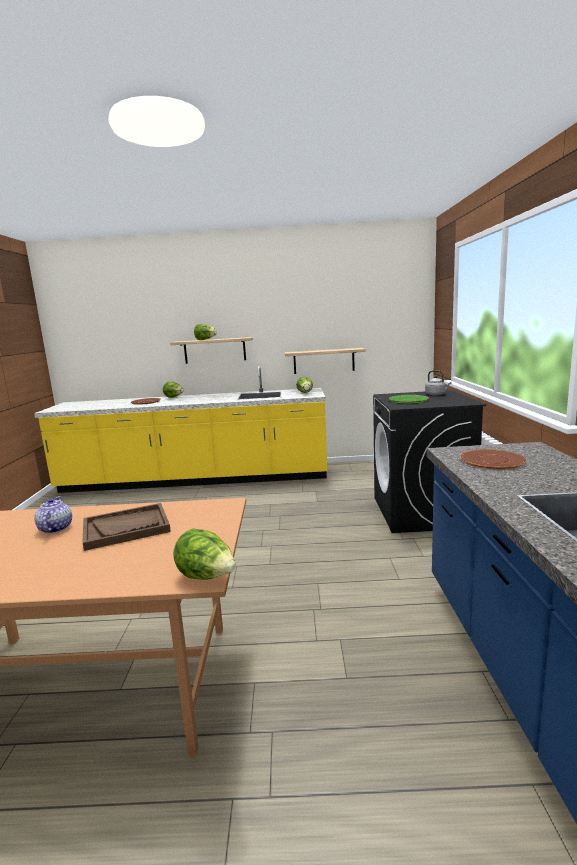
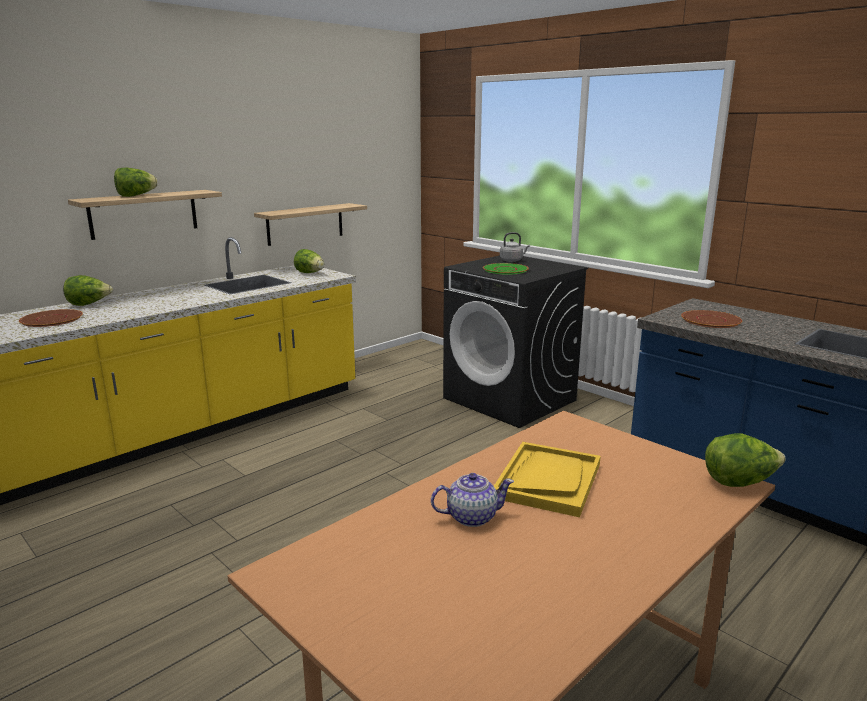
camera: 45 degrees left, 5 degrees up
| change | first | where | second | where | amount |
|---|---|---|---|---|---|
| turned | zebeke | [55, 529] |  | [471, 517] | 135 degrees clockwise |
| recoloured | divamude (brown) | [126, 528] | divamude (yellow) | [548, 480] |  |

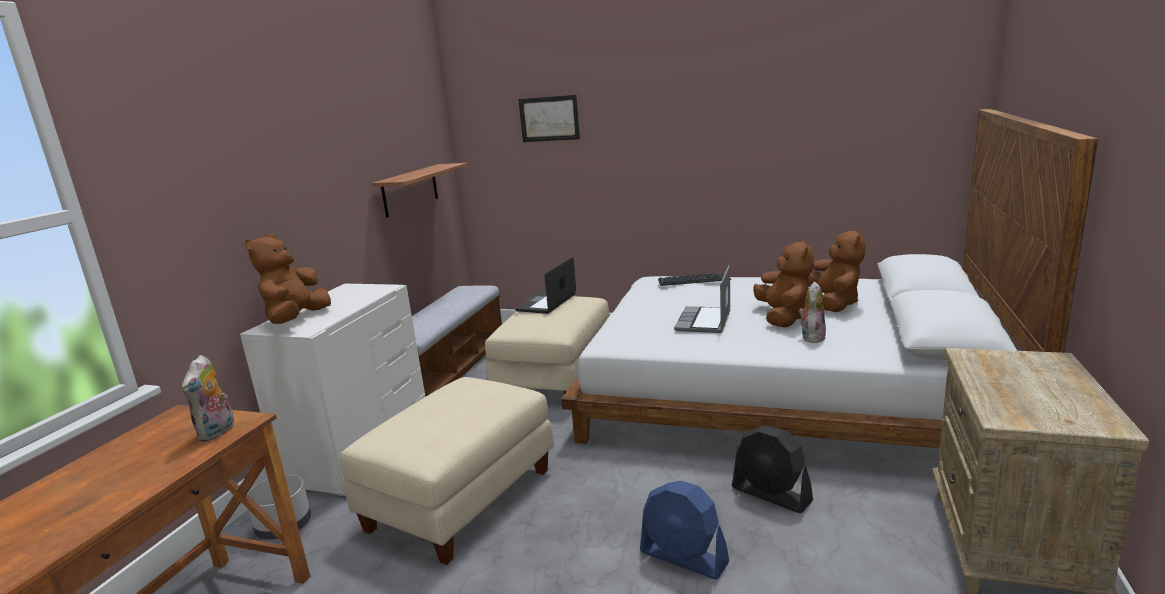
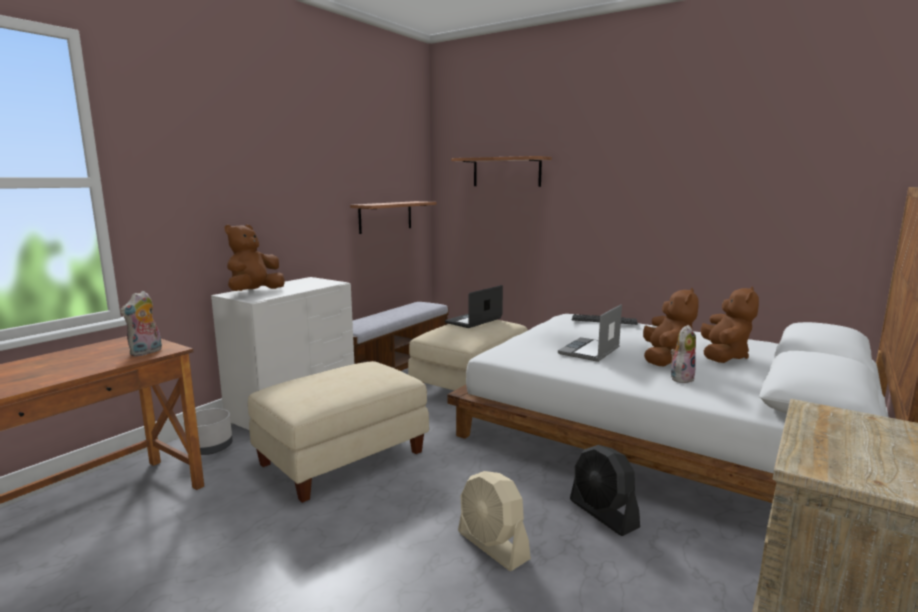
camera: 15 degrees right, 5 degrees down
| change | first | where | second | where | amount |
|---|---|---|---|---|---|
| replaced | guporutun | [549, 118] | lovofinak | [506, 172] |  |
| recoloured | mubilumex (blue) | [684, 557] | mubilumex (beige) | [492, 546] |  |

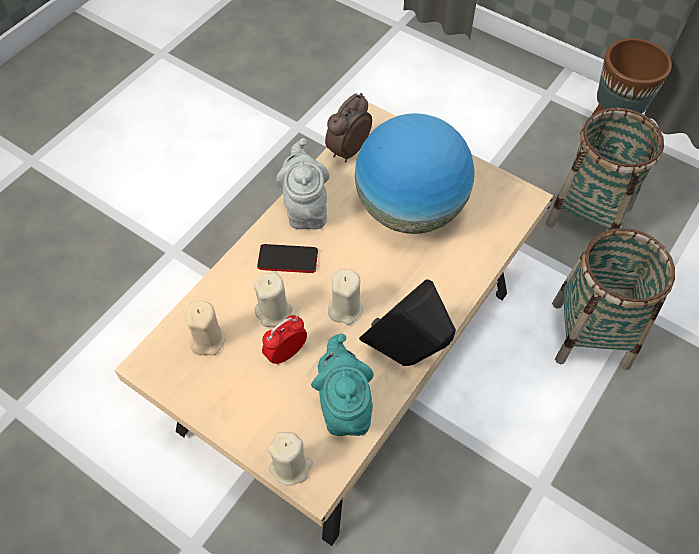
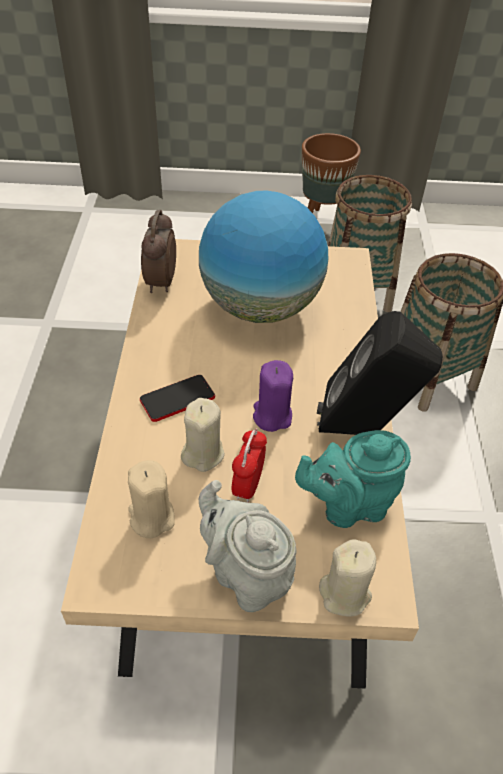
camera: 35 degrees left, 10 degrees down
| change | first | where | second | where | amount |
|---|---|---|---|---|---|
| moved | zebeke (grey) | [306, 209] |  | [246, 574] |  |
| turned | zebeke (turquoise) | [344, 407] |  | [348, 505] | 60 degrees counterclockwise |
| recoloured | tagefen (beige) | [345, 308] | tagefen (purple) | [272, 415] |  |

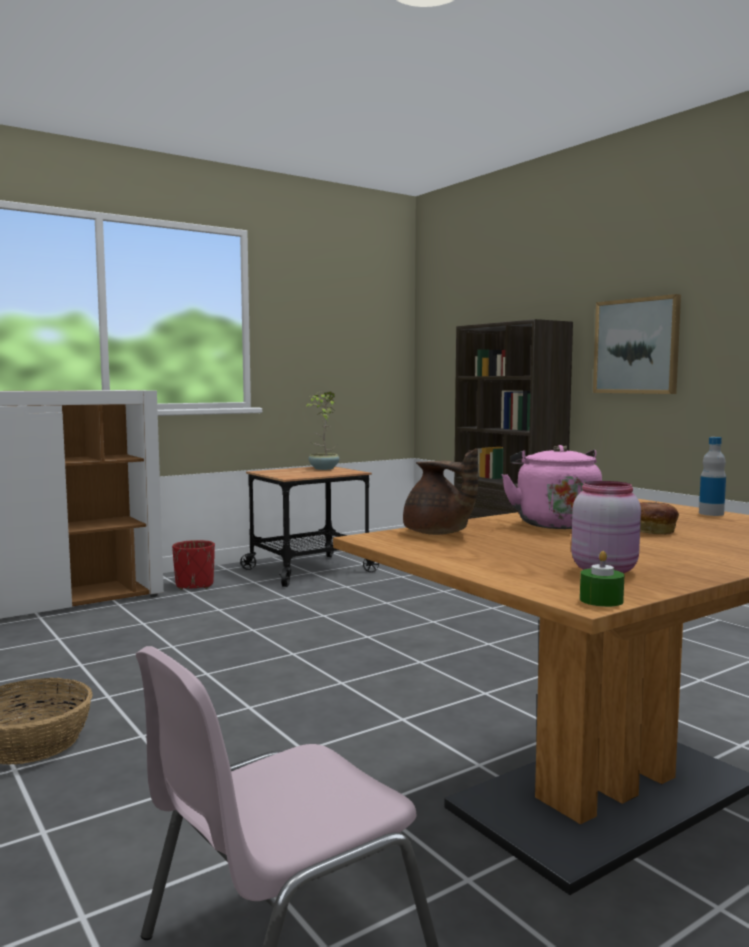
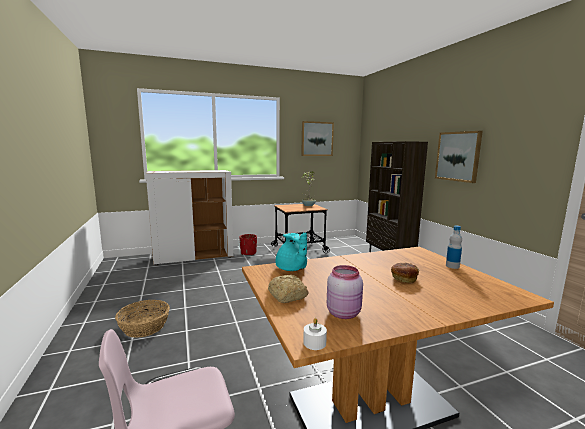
camera: 15 degrees right, 5 degrees up
| change | first | where | second | where | amount |
|---|---|---|---|---|---|
| recoloured | zebeke (brown) | [438, 533] | zebeke (turquoise) | [291, 269] |  |
| removed | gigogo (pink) | [554, 523] |  |  |  |
| recoloured | tagefen (green) | [601, 600] | tagefen (white) | [314, 343] |  |
| added |  |  | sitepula | [287, 296] |  |
| added |  |  | guporutun | [317, 139] |  |

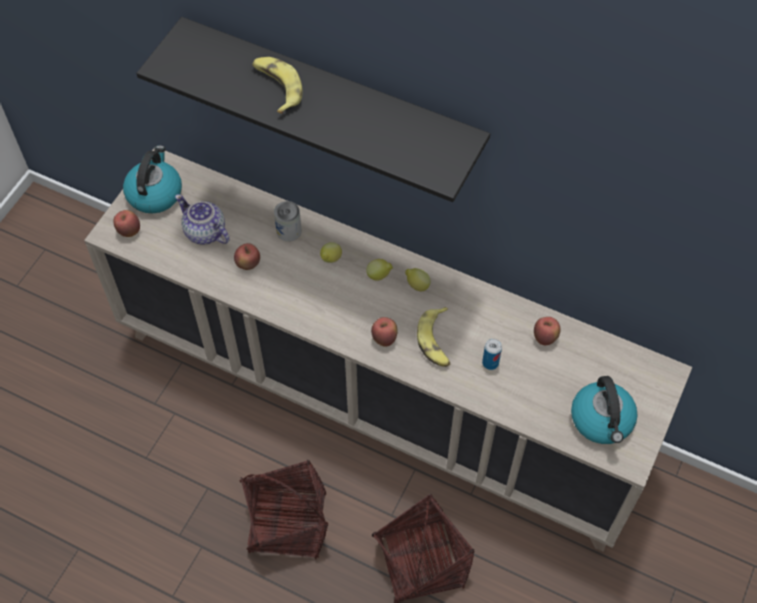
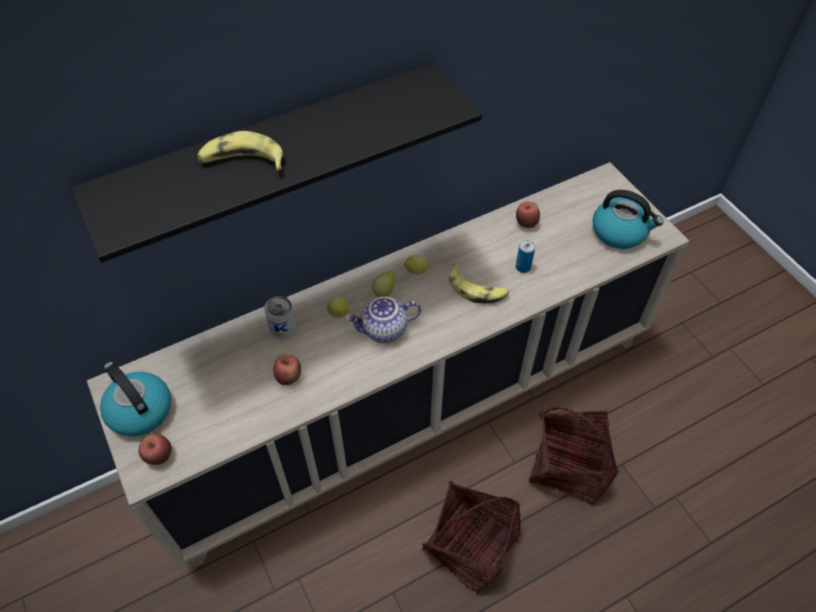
camera: 55 degrees left, 5 degrees down
| change | first | where | second | where | amount |
|---|---|---|---|---|---|
| moved | zebeke | [204, 232] |  | [384, 330] |  |
| removed | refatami | [384, 338] |  |  |  |

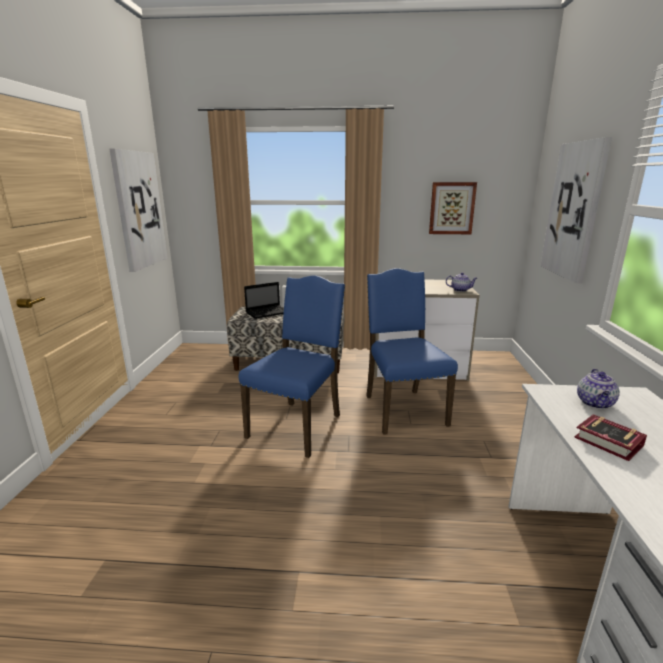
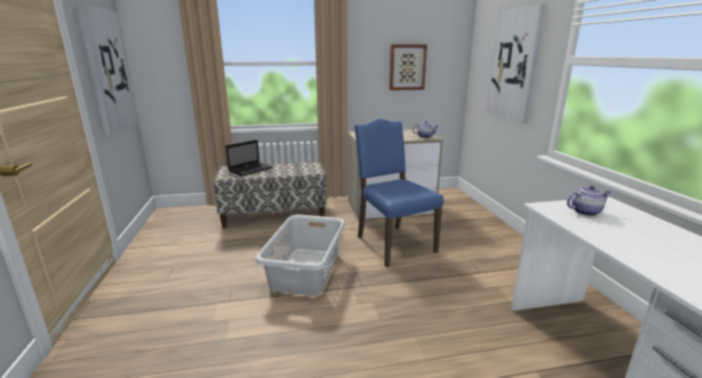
camera: 15 degrees left, 0 degrees up
| change | first | where | second | where | amount |
|---|---|---|---|---|---|
| replaced | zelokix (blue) | [297, 425] | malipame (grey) | [306, 270] |  |
| removed | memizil | [610, 443] |  |  |  |
| turned | zebeke | [595, 403] |  | [585, 212] | 105 degrees counterclockwise |

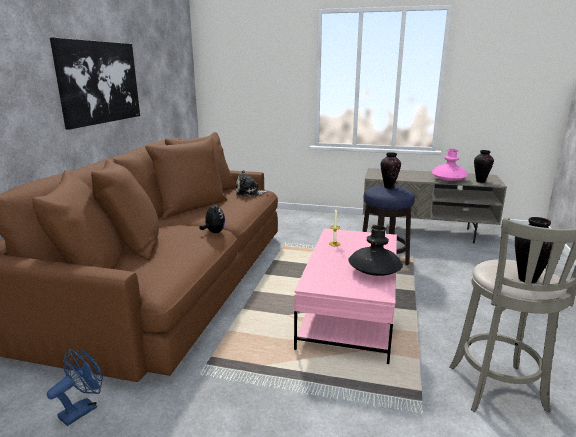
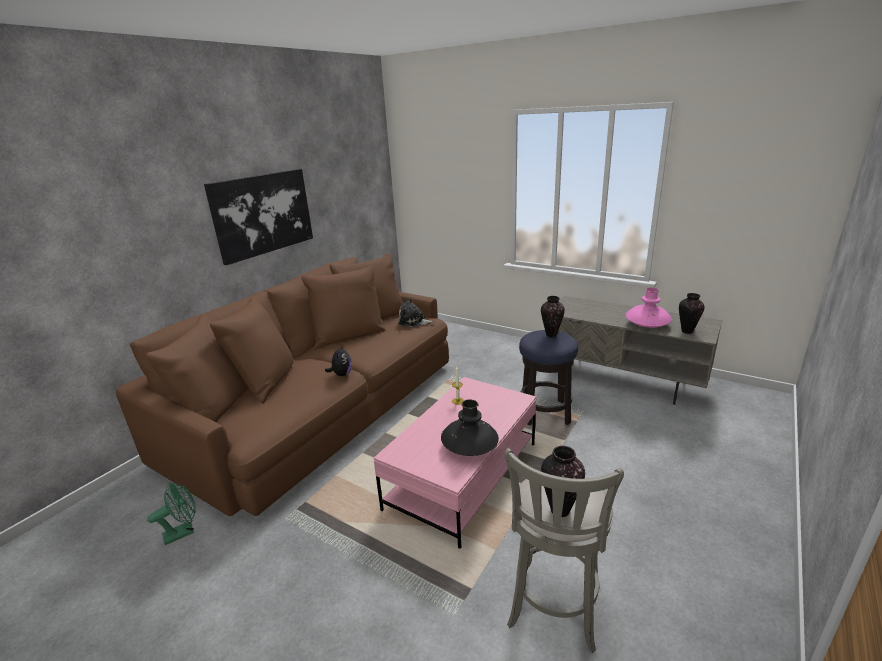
camera: 20 degrees right, 5 degrees up
| change | first | where | second | where | amount |
|---|---|---|---|---|---|
| recoloured | mubilumex (blue) | [83, 409] | mubilumex (green) | [183, 532] |  |

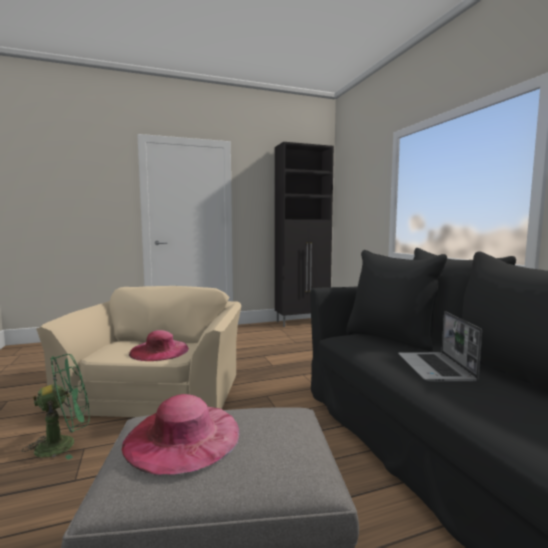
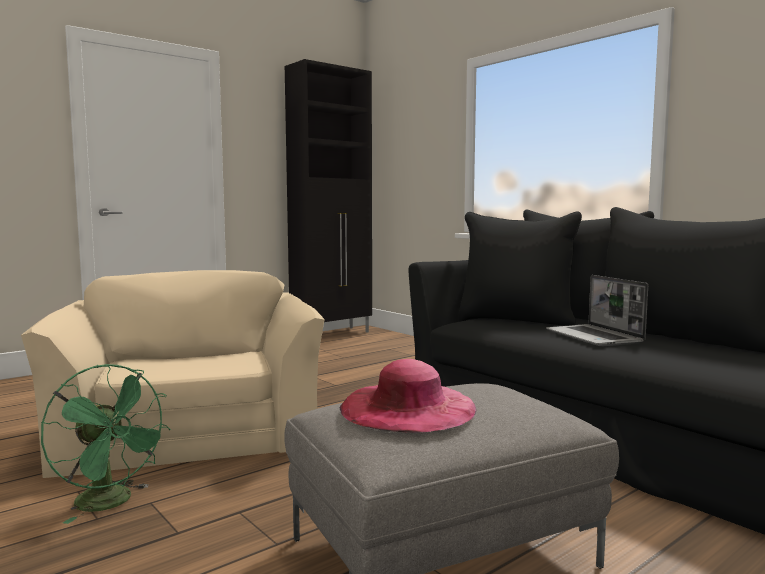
camera: 20 degrees left, 0 degrees up
| change | first | where | second | where | amount |
|---|---|---|---|---|---|
| turned | mubilumex (green) | [64, 444] |  | [112, 503] | 90 degrees clockwise |
| removed | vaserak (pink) | [159, 350] |  |  |  |

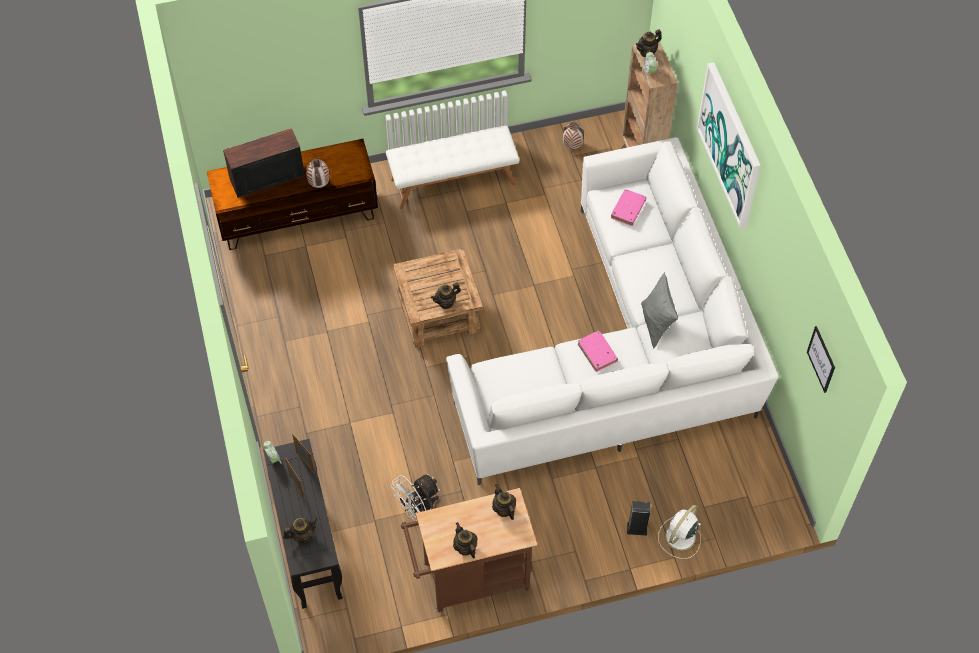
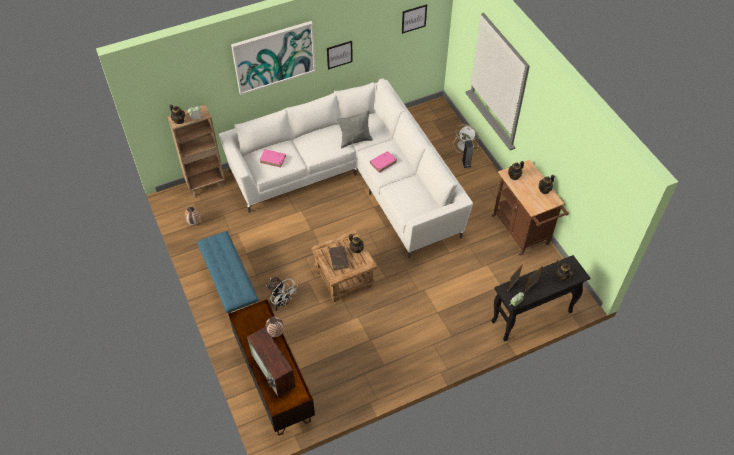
camera: 100 degrees left, 5 degrees down
| change | first | where | second | where | amount |
|---|---|---|---|---|---|
| recoloured | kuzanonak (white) | [453, 181] | kuzanonak (blue) | [230, 286] |  |
| moved | mubilumex (white) | [418, 510] |  | [282, 303] |  |
| added |  |  | guporutun | [339, 54] |  |
| added |  |  | memizil (brown) | [338, 259] |  |

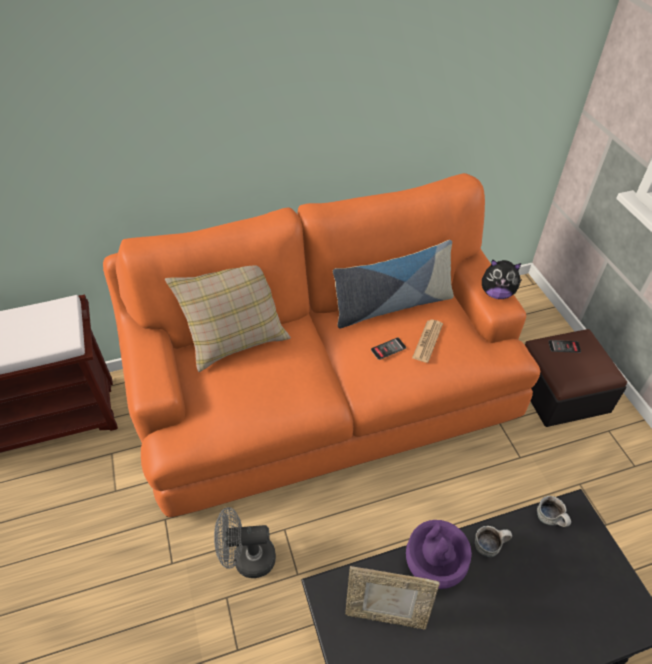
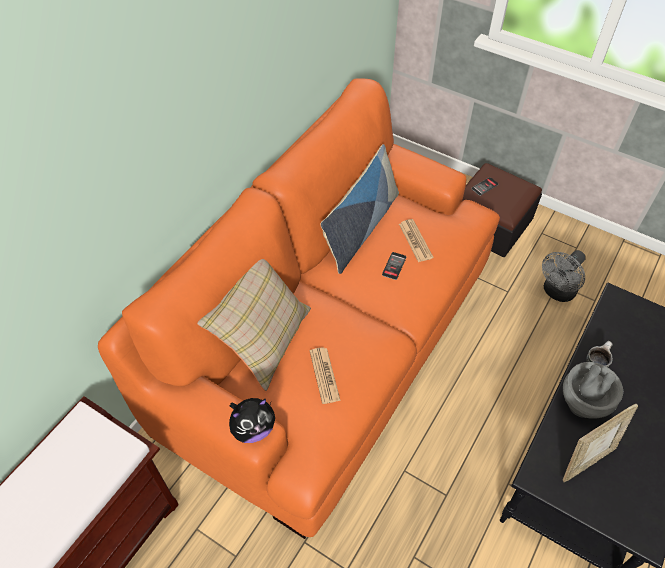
camera: 40 degrees left, 5 degrees up
| change | first | where | second | where | amount |
|---|---|---|---|---|---|
| moved | mubilumex (grey) | [247, 559] |  | [556, 292] |  |
| recoloured | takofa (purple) | [432, 568] | takofa (grey) | [580, 405] |  |
| moved | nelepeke | [496, 293] |  | [253, 428] |  |
| removed | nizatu | [551, 519] |  |  |  |
| added |  |  | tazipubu | [324, 375] |  |

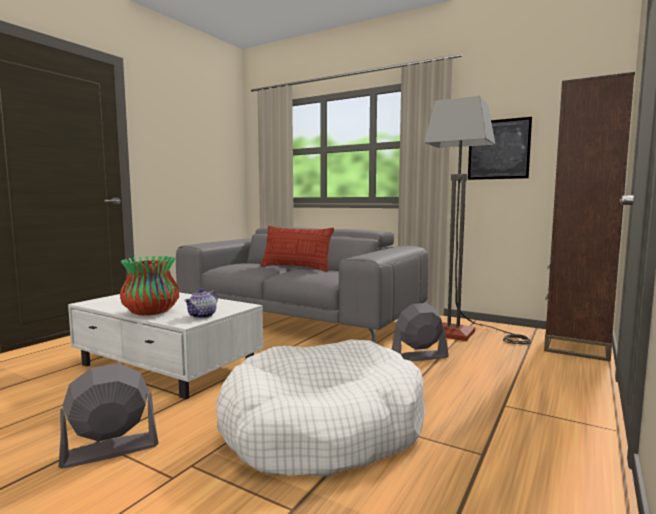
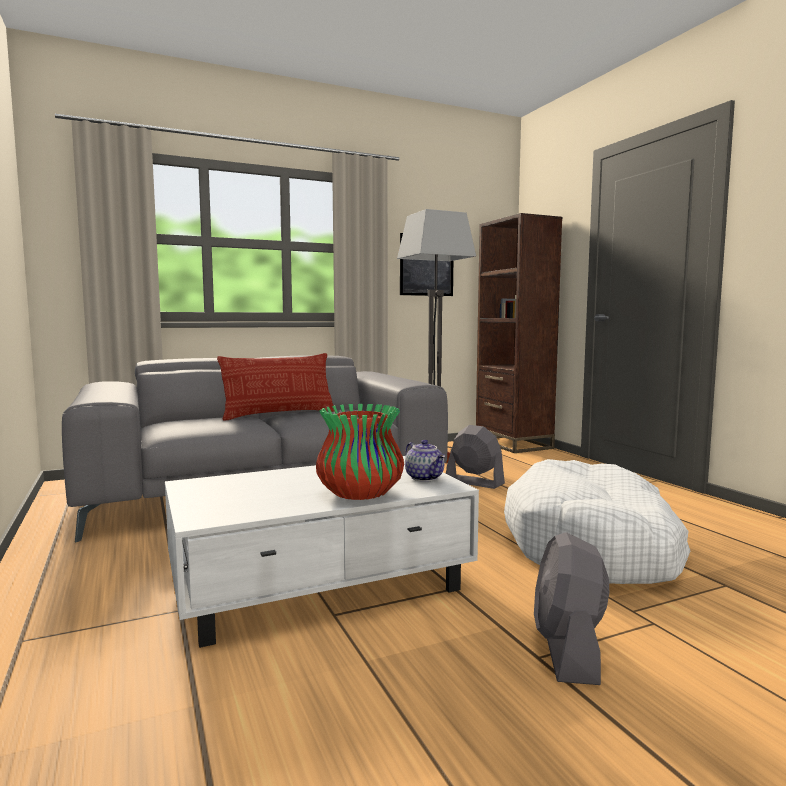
camera: 55 degrees left, 0 degrees up
| change | first | where | second | where | amount |
|---|---|---|---|---|---|
| turned | mubilumex (grey) | [419, 356] |  | [474, 482] | 105 degrees clockwise |

